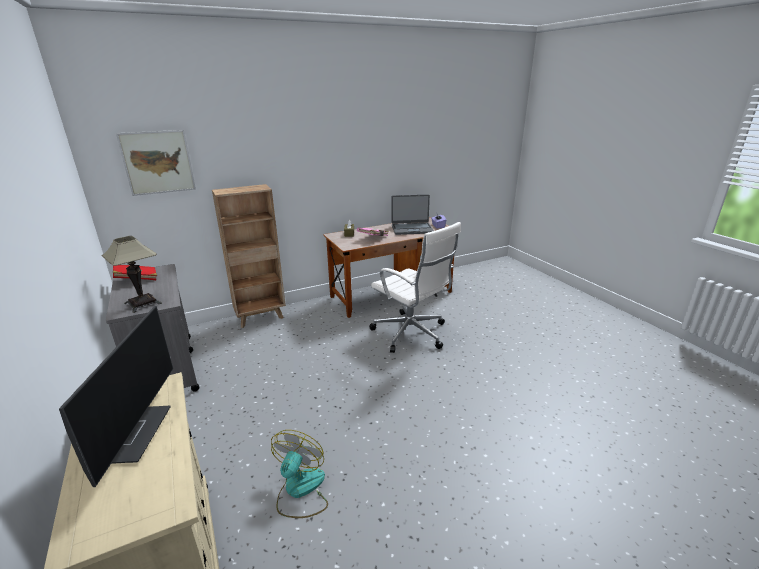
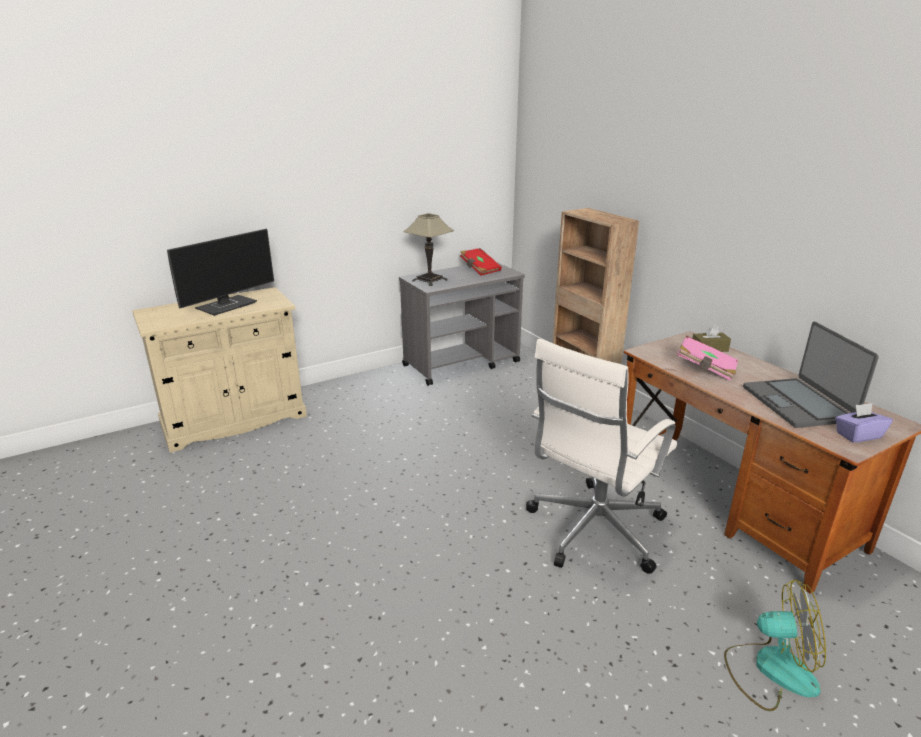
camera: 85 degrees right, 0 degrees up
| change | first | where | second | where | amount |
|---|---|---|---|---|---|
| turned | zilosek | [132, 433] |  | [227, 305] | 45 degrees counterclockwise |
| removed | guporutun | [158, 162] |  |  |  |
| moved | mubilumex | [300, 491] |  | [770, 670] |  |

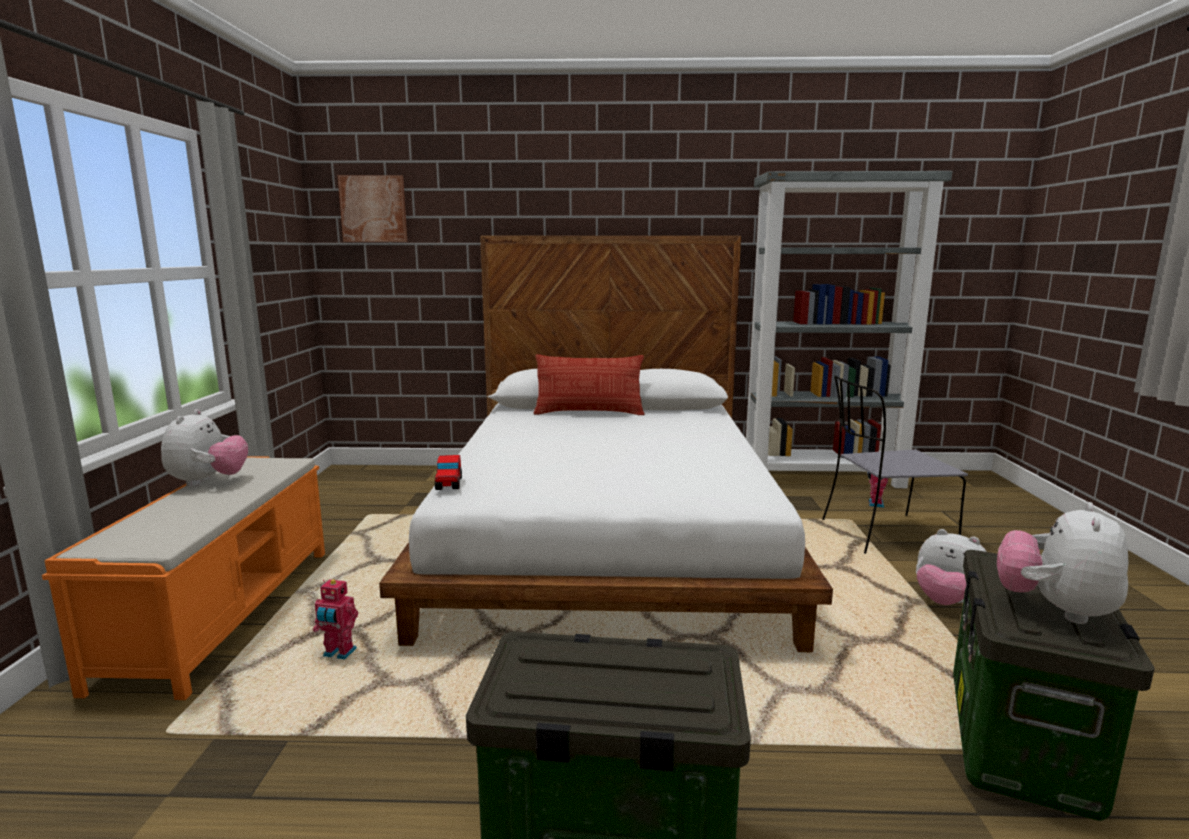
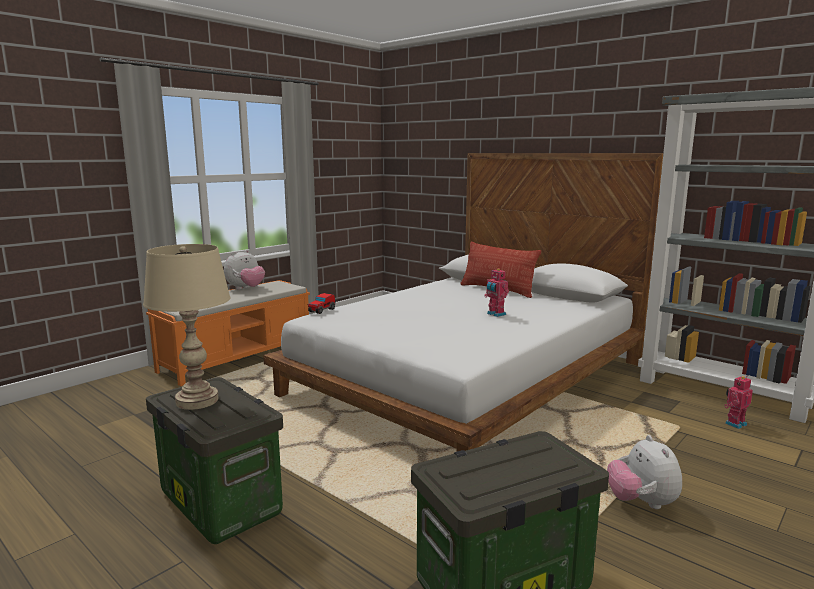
camera: 40 degrees right, 0 degrees up
| change | first | where | second | where | amount |
|---|---|---|---|---|---|
| moved | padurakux | [338, 655] |  | [495, 314] |  |
| removed | guporutun | [373, 209] |  |  |  |
| removed | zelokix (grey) | [884, 534] |  |  |  |
| removed | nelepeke | [1055, 610] |  |  |  |
| added |  |  | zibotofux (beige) | [197, 401] |  |

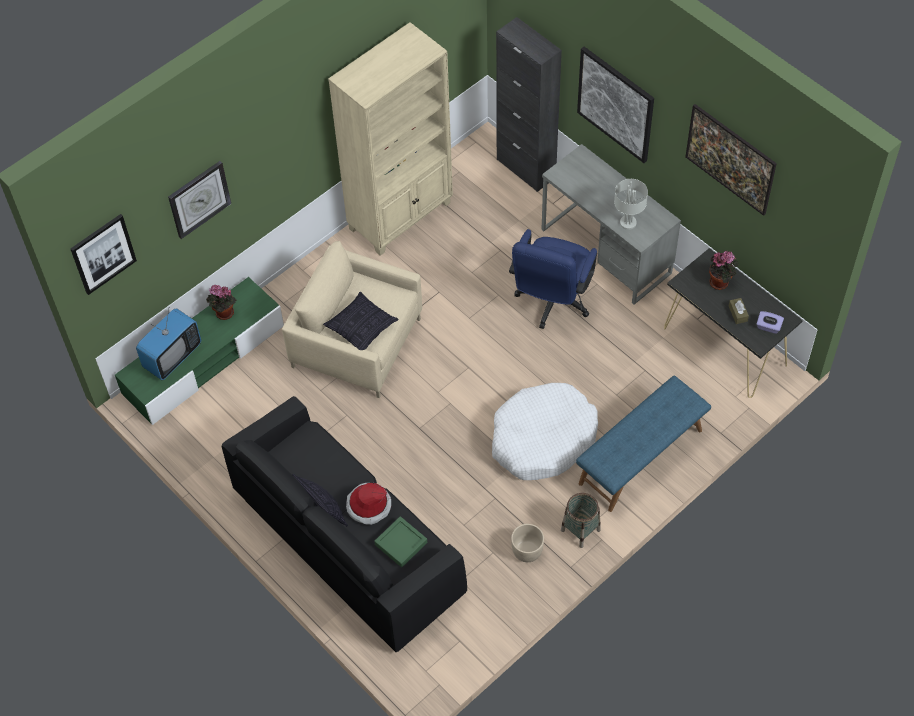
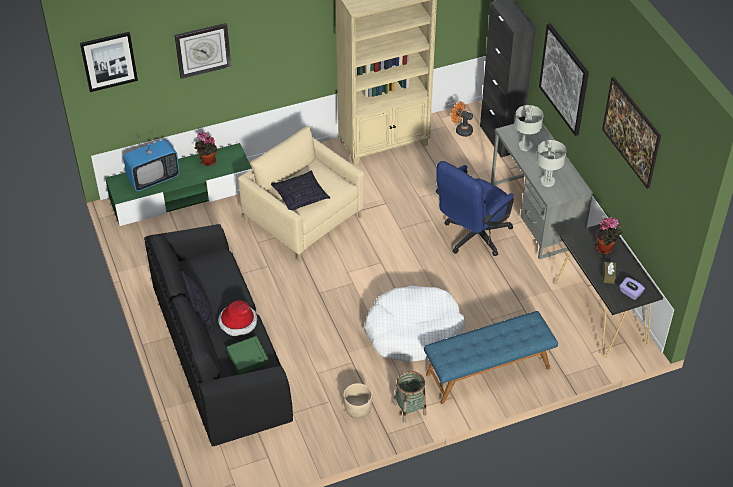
camera: 20 degrees right, 10 degrees down
| change | first | where | second | where | amount |
|---|---|---|---|---|---|
| added |  |  | mubilumex (orange) | [461, 130] |  |
| added |  |  | zibotofux (grey) | [525, 146] |  |

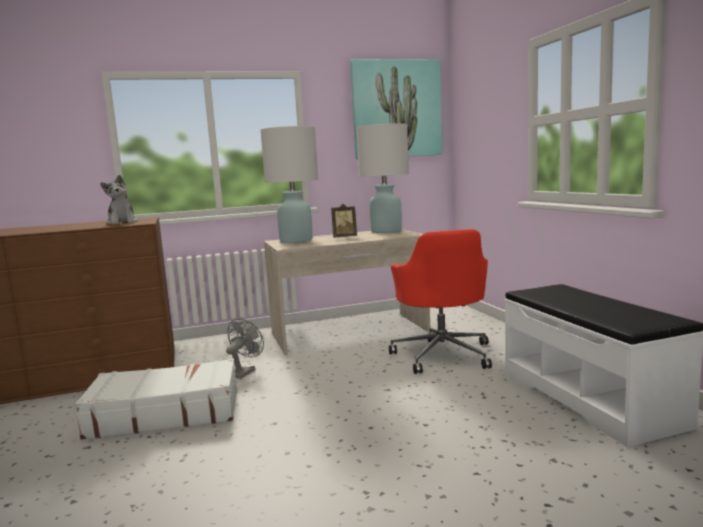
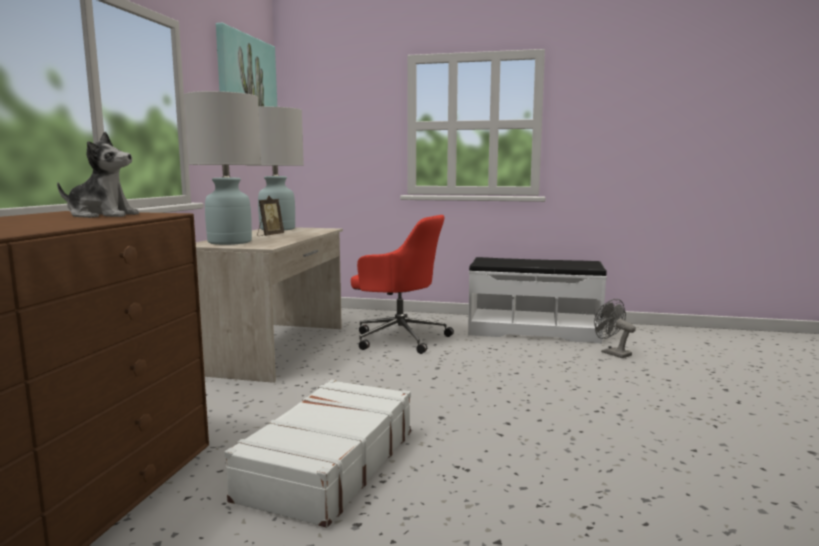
camera: 60 degrees left, 0 degrees up
| change | first | where | second | where | amount |
|---|---|---|---|---|---|
| moved | mubilumex (grey) | [244, 372] |  | [612, 353] |  |

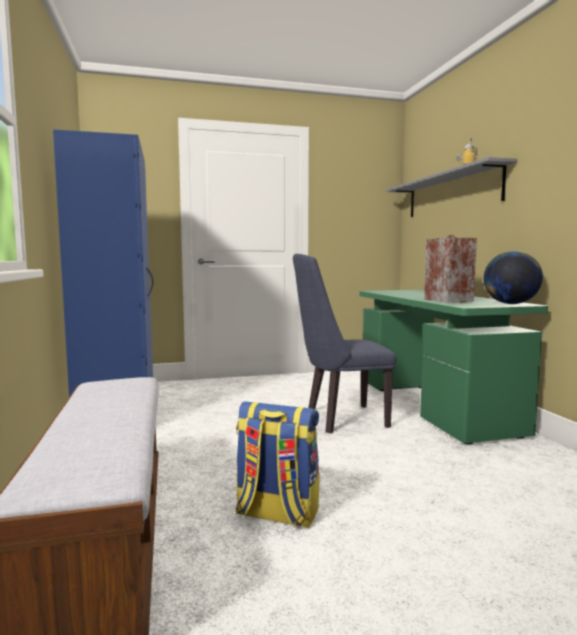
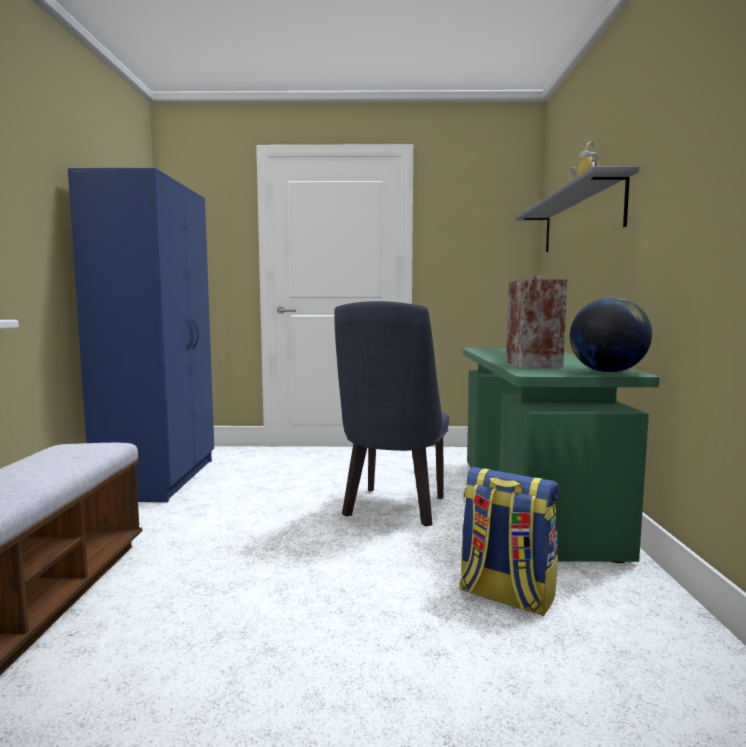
camera: 15 degrees right, 0 degrees up
| change | first | where | second | where | amount |
|---|---|---|---|---|---|
| moved | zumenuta | [276, 514] |  | [505, 596] |  |
| turned | zelokix (blue) | [339, 419] |  | [393, 510] | 75 degrees counterclockwise |

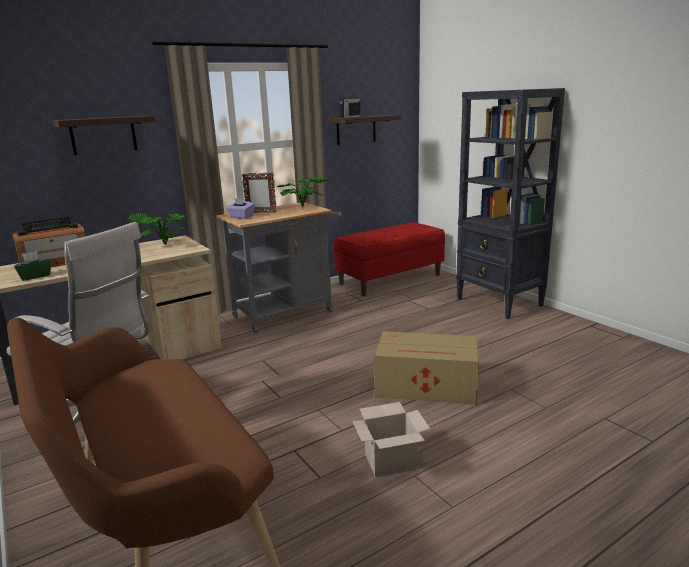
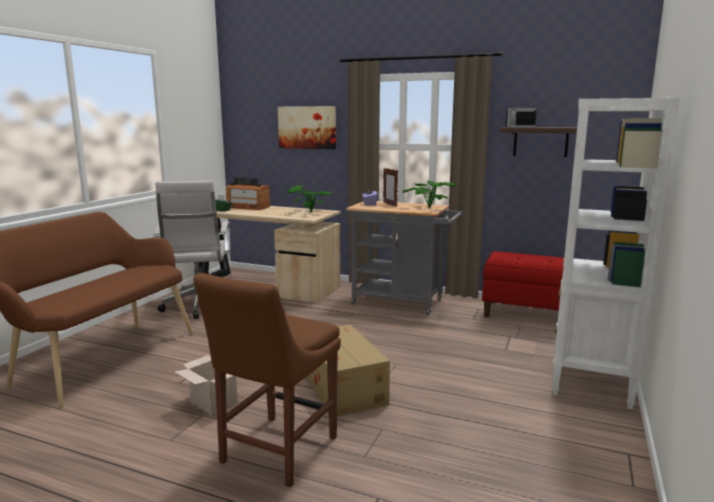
camera: 55 degrees right, 5 degrees down
| change | first | where | second | where | amount |
|---|---|---|---|---|---|
| replaced | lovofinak | [103, 135] | guporutun | [307, 127] |  |
| recoloured | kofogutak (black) | [499, 303] | kofogutak (white) | [590, 381] |  |
| added |  |  | zelokix (brown) | [275, 452] |  |

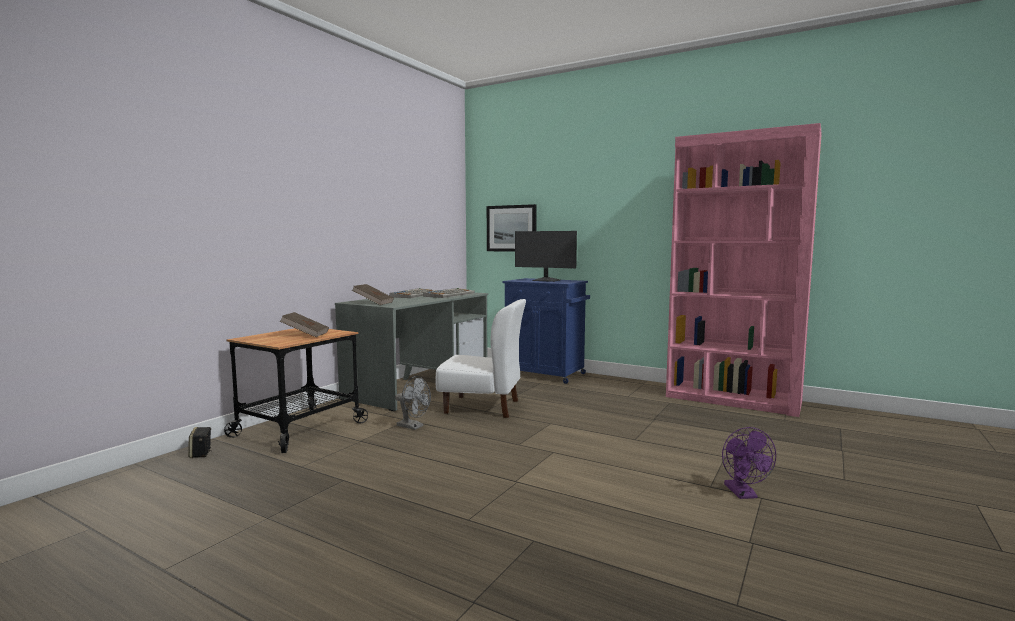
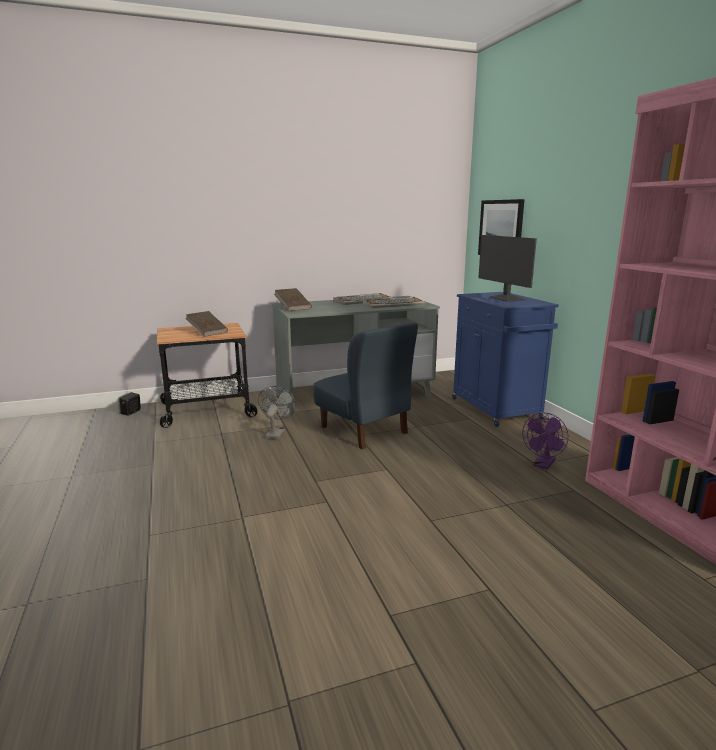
camera: 40 degrees right, 10 degrees up
| change | first | where | second | where | amount |
|---|---|---|---|---|---|
| turned | mubilumex (grey) | [413, 426] |  | [276, 433] | 150 degrees counterclockwise |
| recoloured | zelokix (white) | [482, 407] | zelokix (blue) | [364, 430] |  |
| moved | mubilumex (purple) | [743, 494] |  | [543, 465] |  |

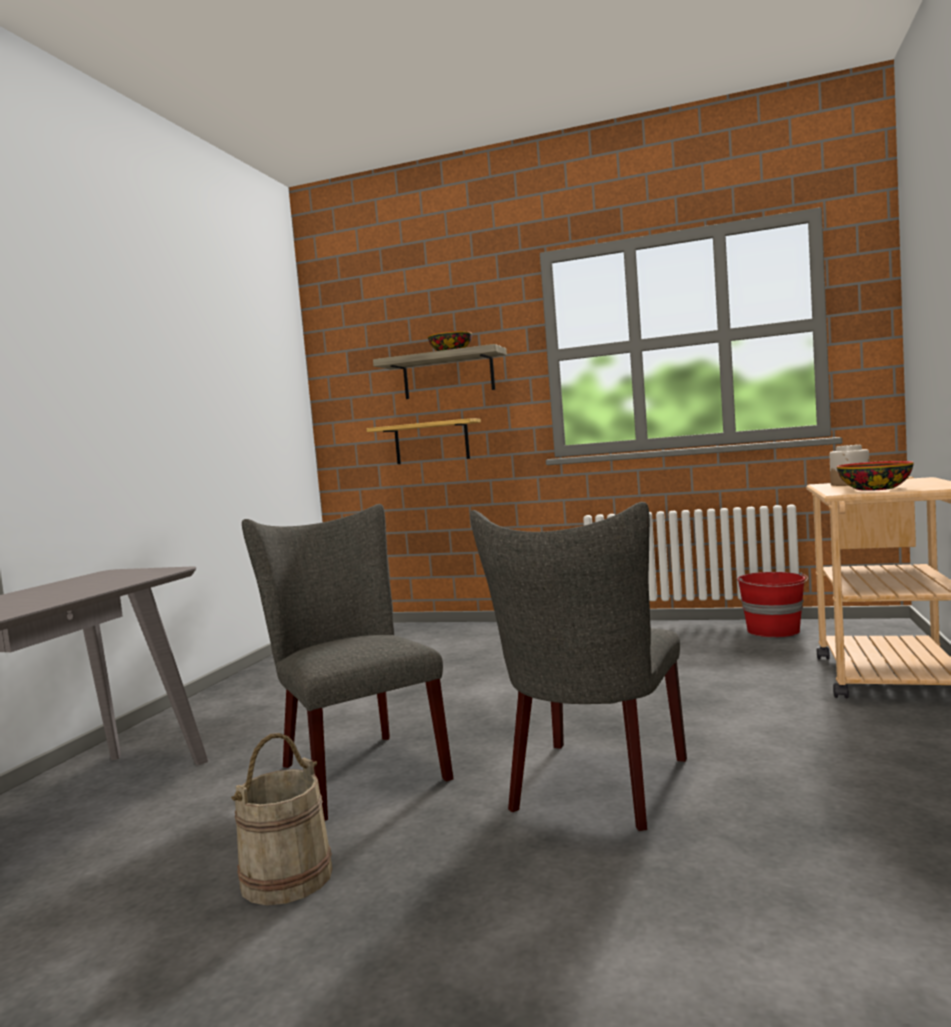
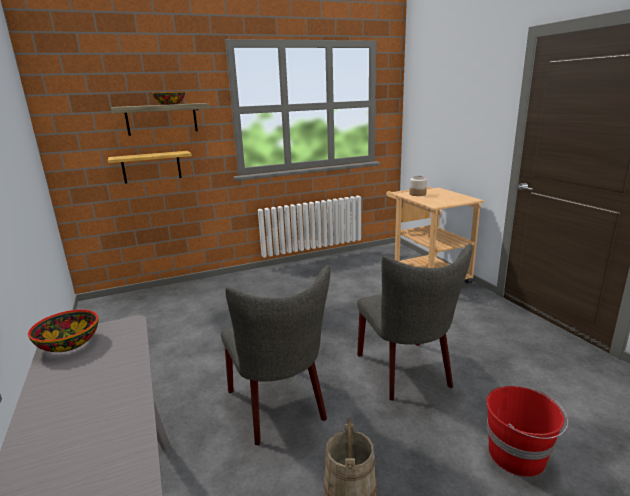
camera: 40 degrees left, 15 degrees up
| change | first | where | second | where | amount |
|---|---|---|---|---|---|
| turned | zelokix (grey) | [356, 769] |  | [279, 408] | 135 degrees counterclockwise |
| moved | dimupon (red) | [774, 631] |  | [518, 455] |  |
| moved | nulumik | [874, 489] |  | [68, 344] |  |

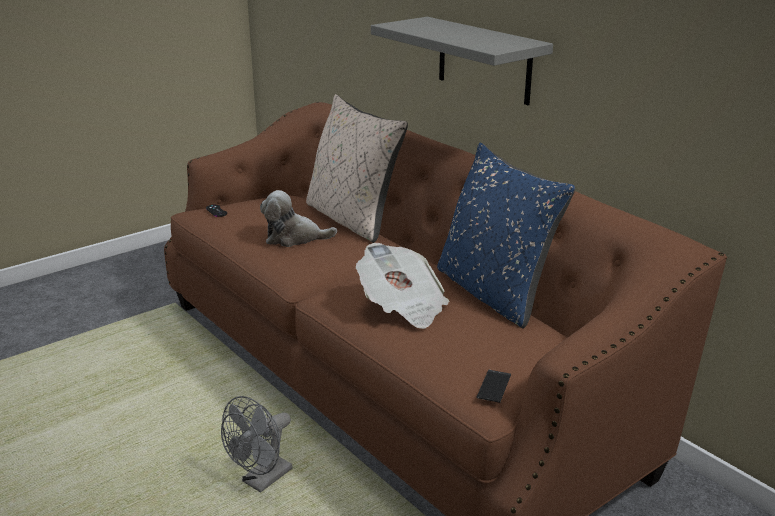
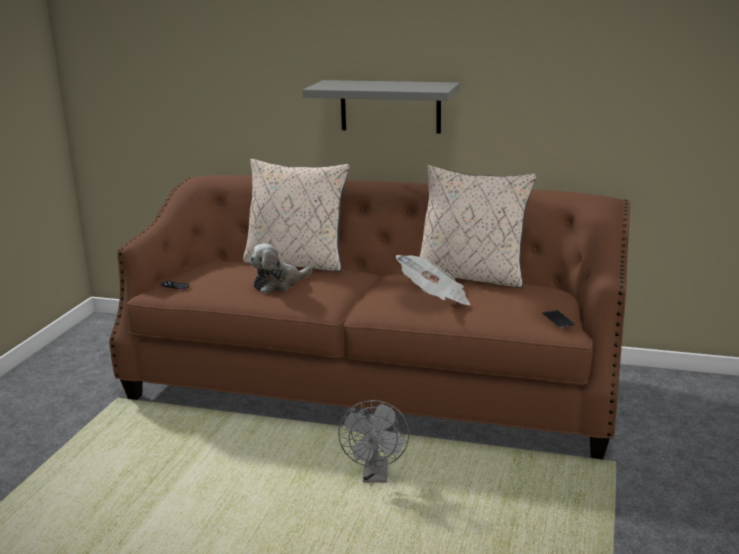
camera: 35 degrees left, 5 degrees down
| change | first | where | second | where | amount |
|---|---|---|---|---|---|
| recoloured | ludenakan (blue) | [493, 293] | ludenakan (beige) | [472, 276] |  |

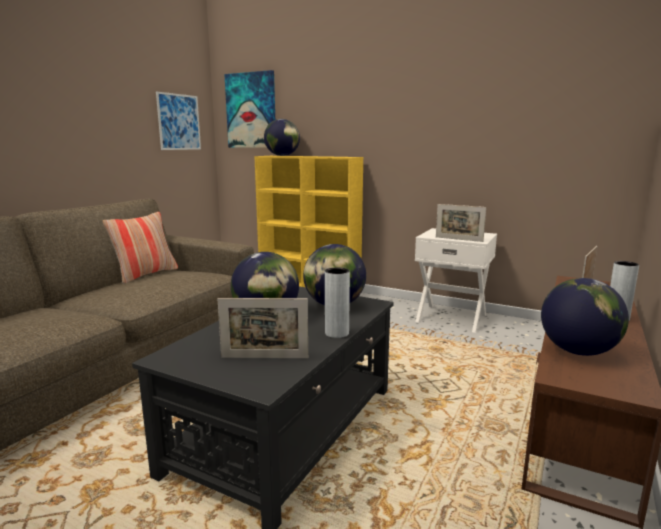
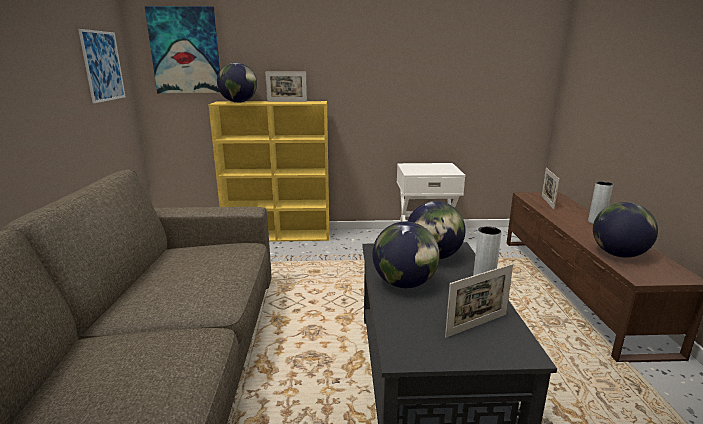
camera: 30 degrees left, 5 degrees up
| change | first | where | second | where | amount |
|---|---|---|---|---|---|
| removed | ludenakan | [145, 274] |  |  |  |
| moved | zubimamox | [458, 239] |  | [287, 101] |  |

